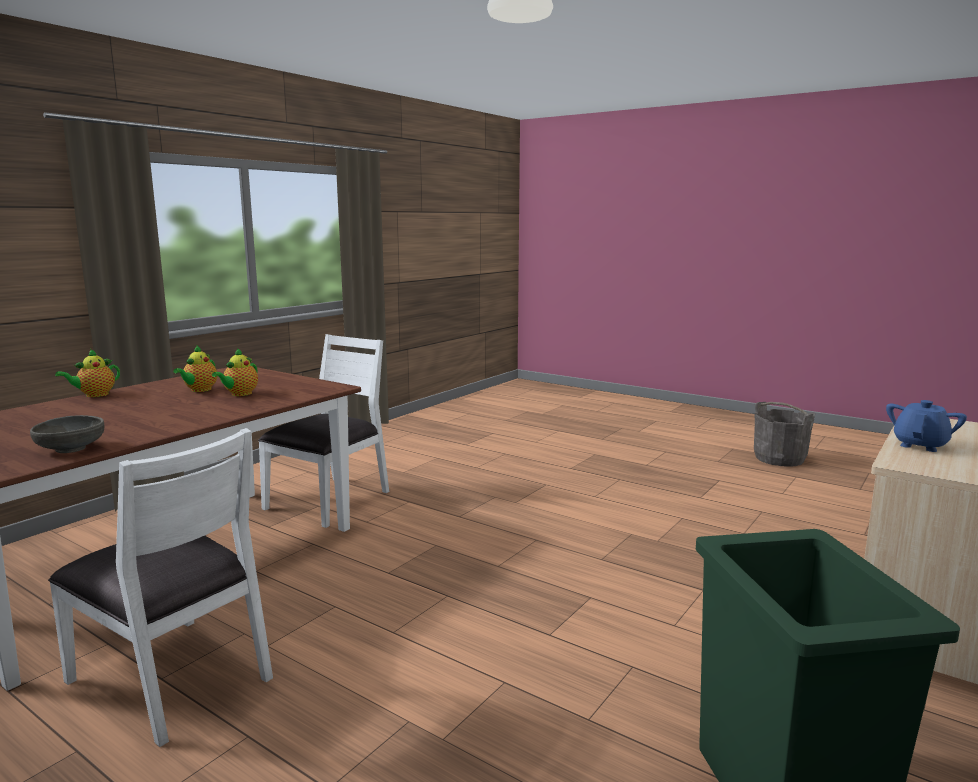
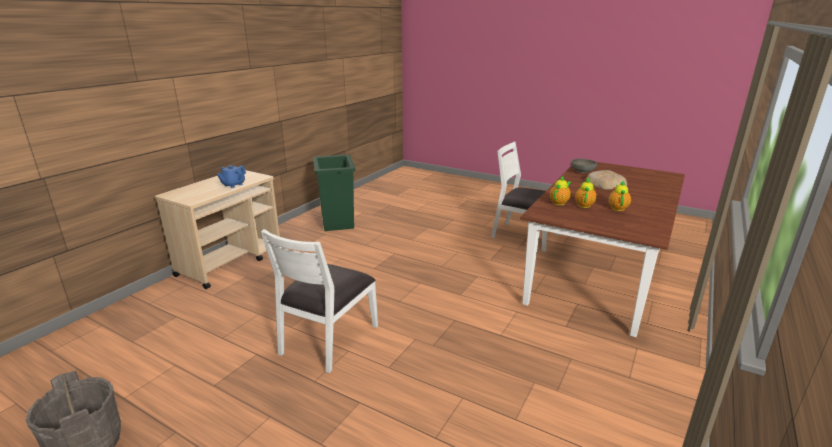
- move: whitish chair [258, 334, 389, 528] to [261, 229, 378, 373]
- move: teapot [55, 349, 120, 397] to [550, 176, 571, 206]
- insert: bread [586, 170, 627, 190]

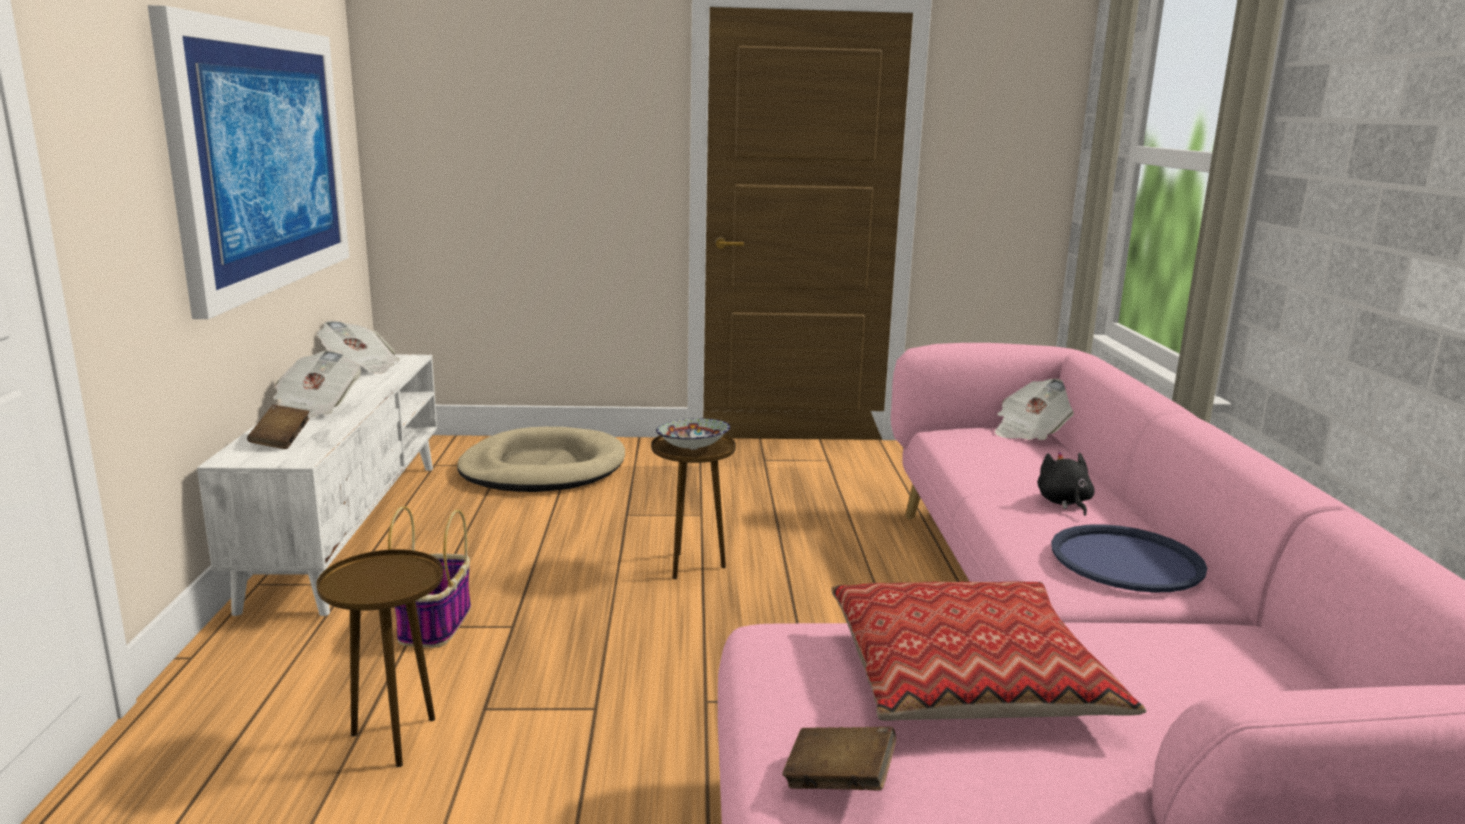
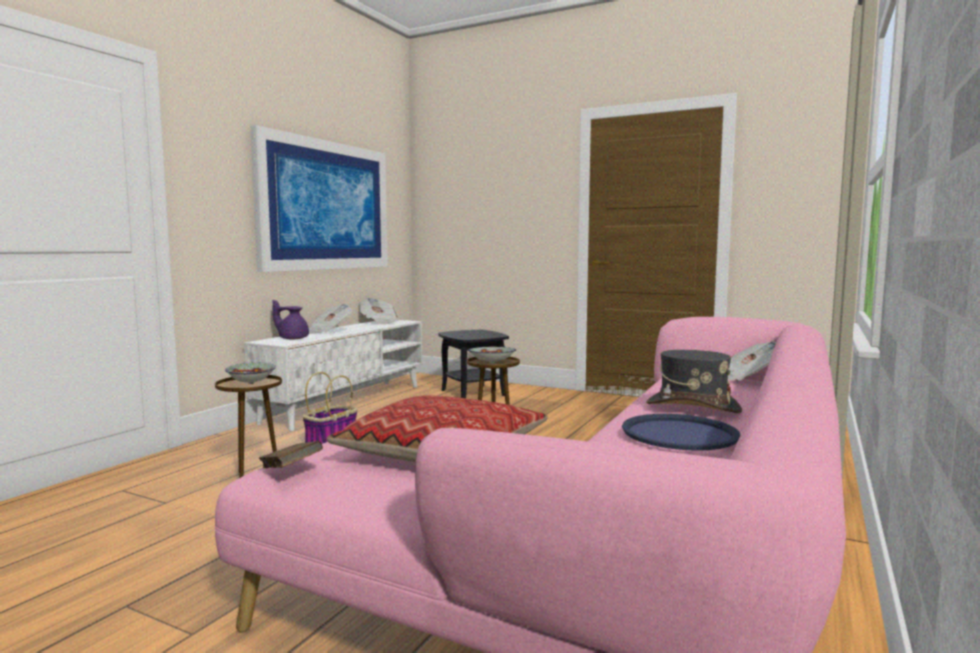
- replace: brown-coloured bound book [247, 405, 310, 449] to purple teapot [272, 300, 309, 339]
- replace: sand-coloured dog bed [457, 427, 625, 492] to black-coloured accent table [438, 330, 509, 398]
- replace: black-coloured soft toy [1038, 451, 1095, 516] to grey wearable hat [646, 350, 742, 413]
- insert: bowl [225, 363, 276, 384]

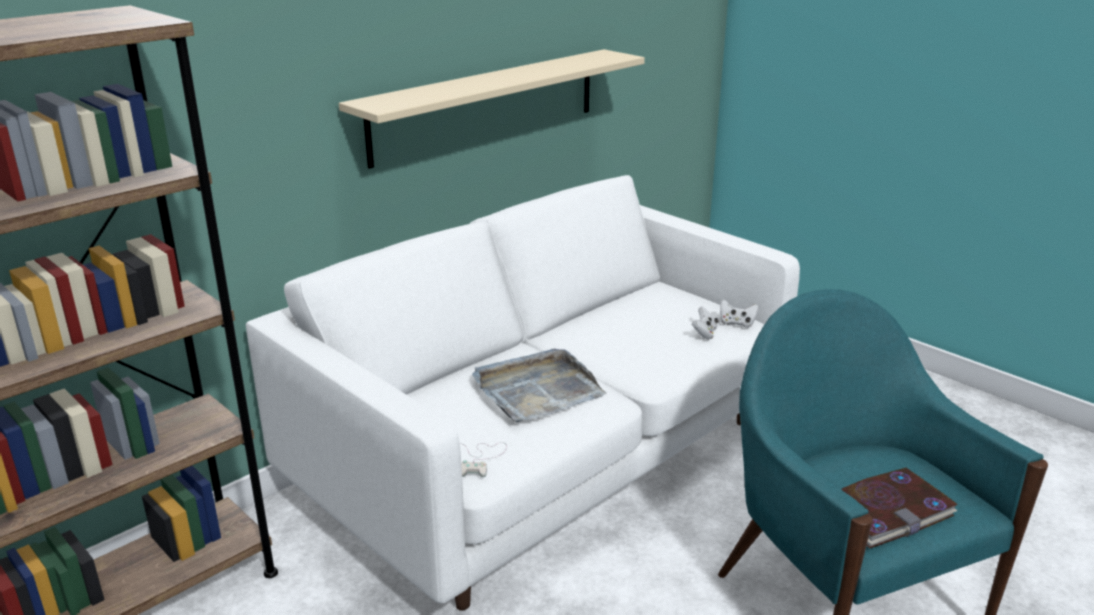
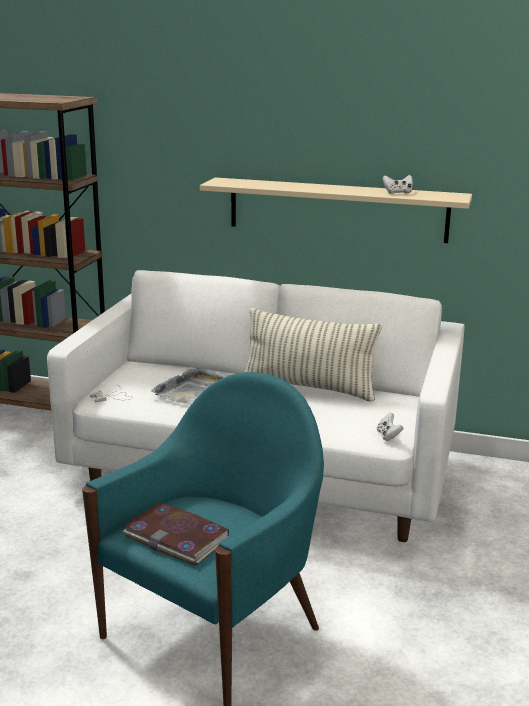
- move: whitish gamepad [692, 307, 718, 340] to [383, 175, 413, 194]
- insert: cushion [245, 308, 383, 402]

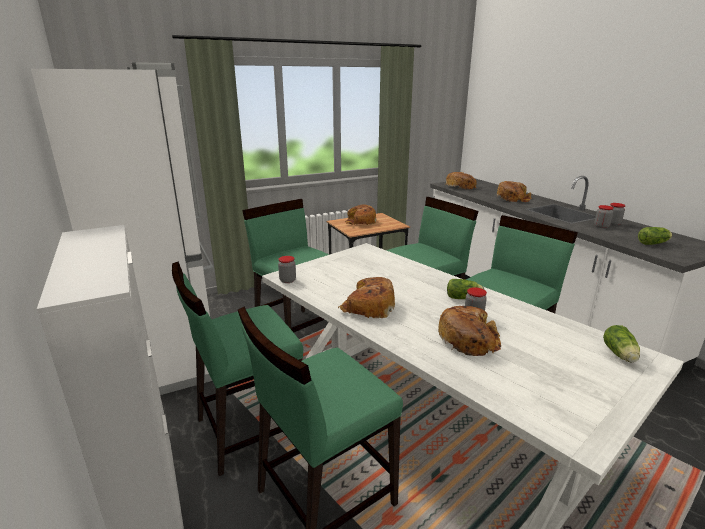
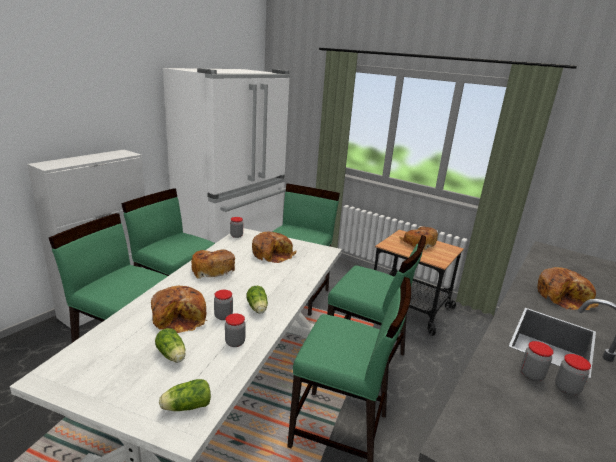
- move: bread [446, 172, 477, 190] to [252, 231, 297, 263]
- move: lettuce head [638, 227, 672, 245] to [155, 328, 186, 363]
- insert: jar [225, 313, 246, 347]

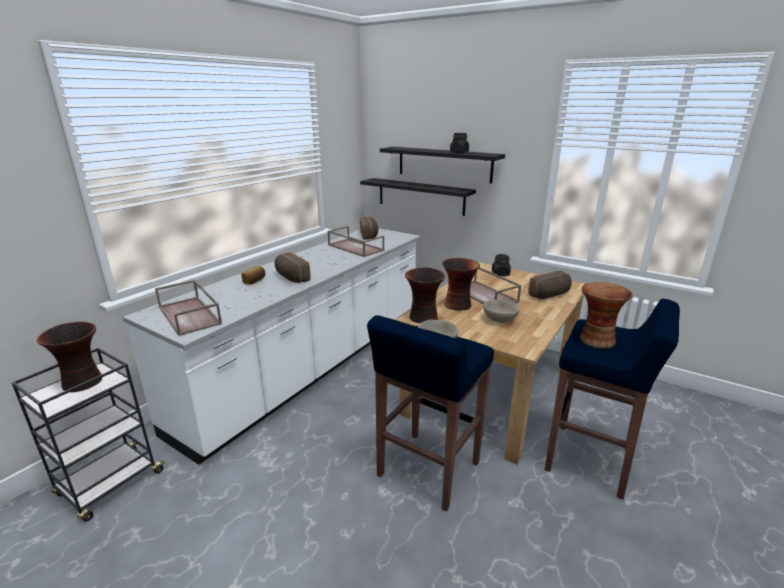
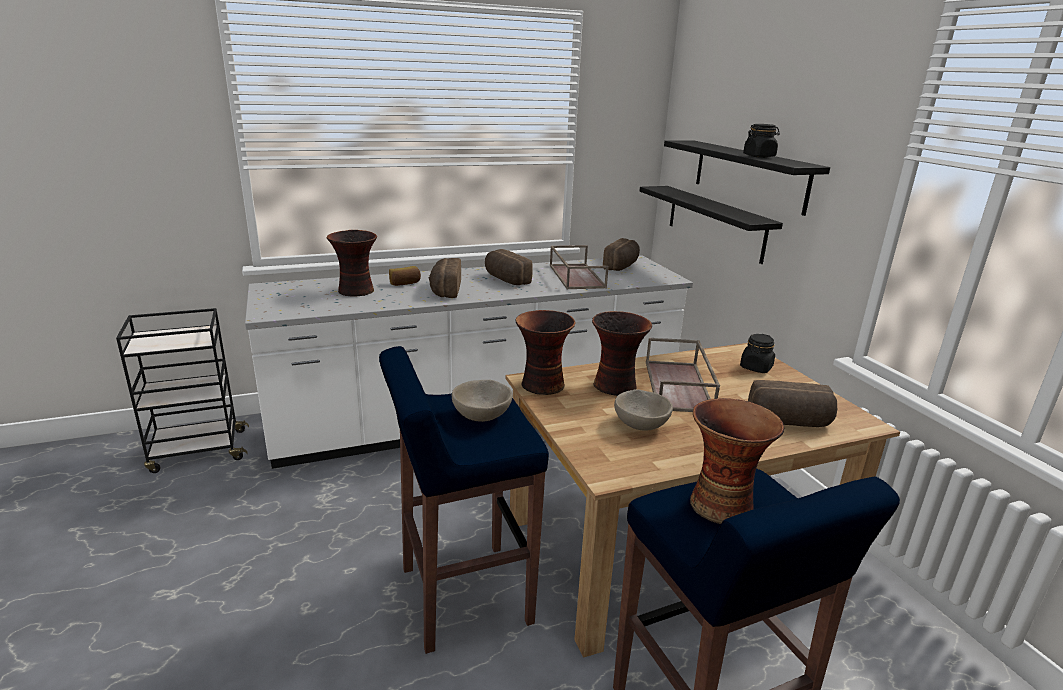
- delete: brown-coloured carrying tray [155, 280, 222, 336]
- move: vase [37, 322, 102, 392] to [327, 230, 377, 297]
- insert: bread [485, 249, 533, 285]

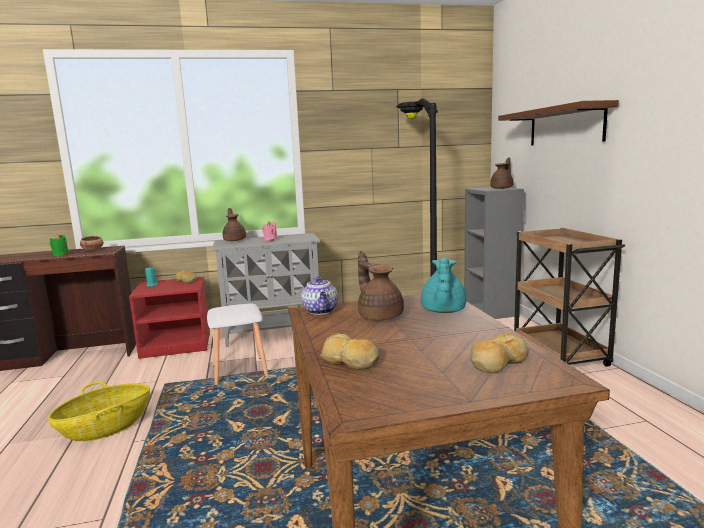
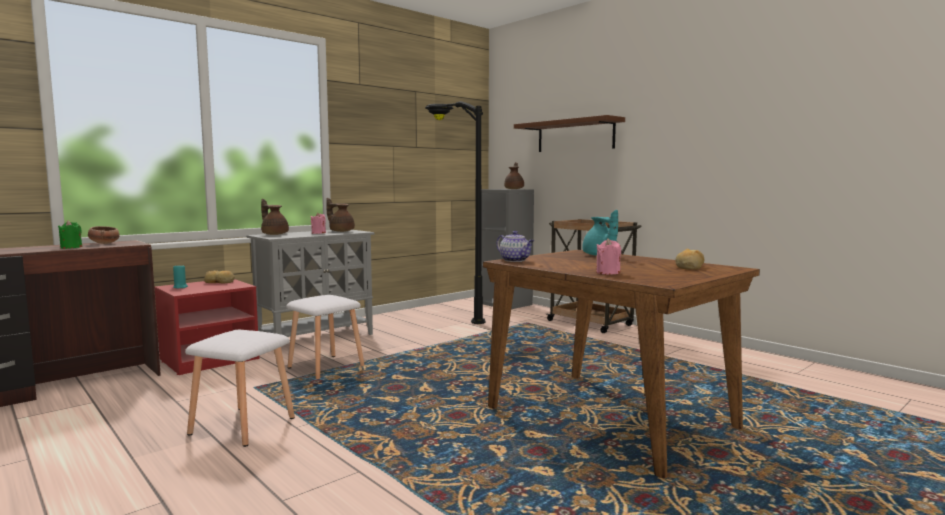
- move: brown-coloured teapot [358, 251, 404, 320] to [327, 198, 355, 232]
- replace: bread [320, 333, 379, 370] to pink-coloured candle [596, 238, 621, 274]
- replace: basket [48, 382, 150, 441] to whitish stool seat [185, 330, 295, 447]

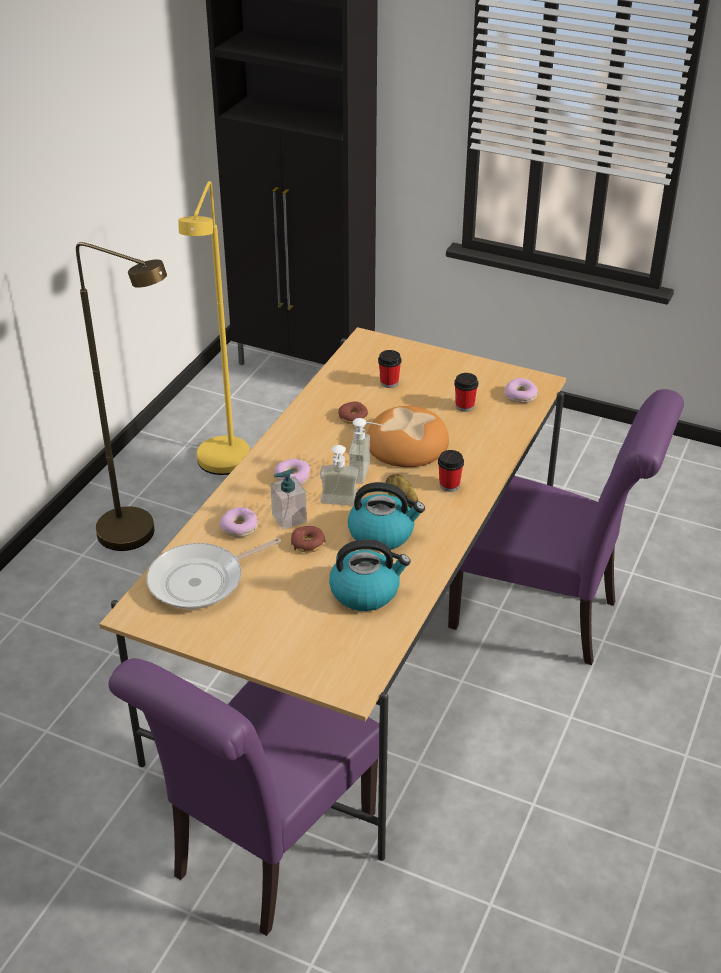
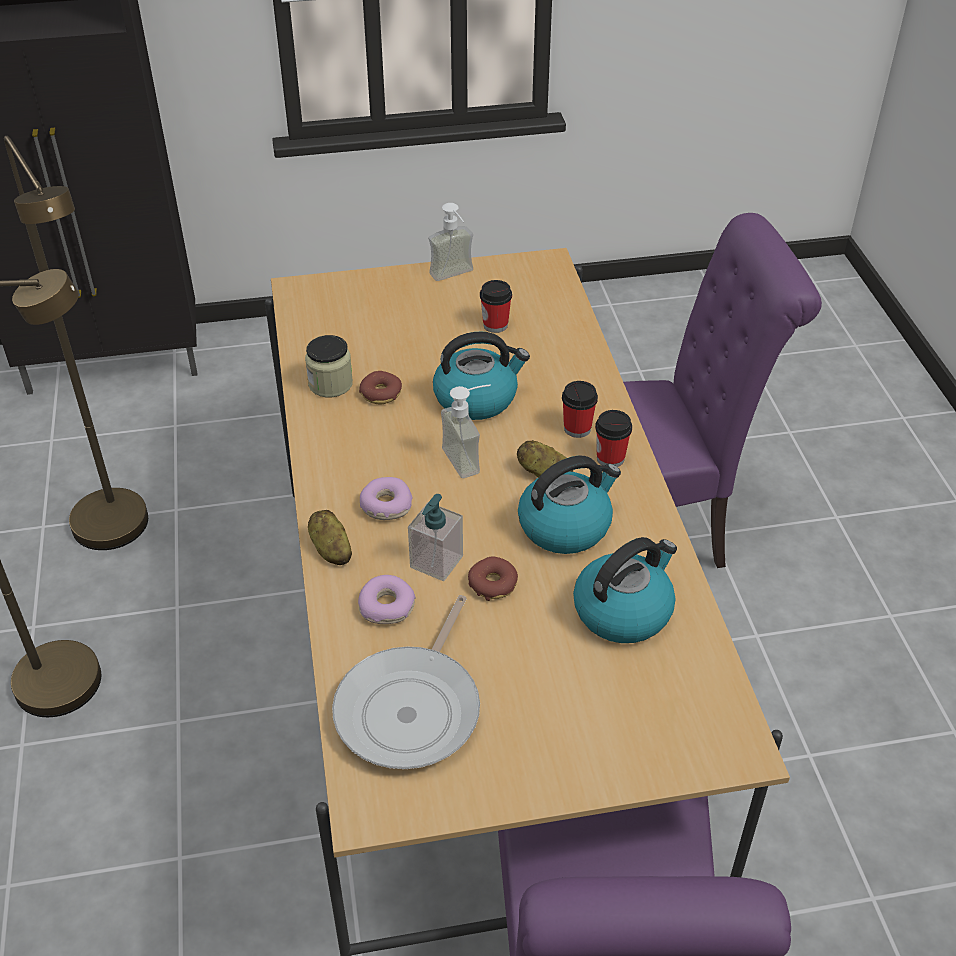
- recolor: yellowish standard lamp [178, 181, 250, 475] to brown-coloured standard lamp [4, 136, 148, 550]
- move: cup [378, 350, 402, 388] to [595, 410, 632, 467]
- delete: donut [505, 378, 538, 403]
- replace: bread [367, 406, 449, 467] to water kettle [433, 331, 530, 420]
- move: liquid soap bottle [320, 445, 358, 506] to [428, 203, 473, 281]
- insert: jar [305, 335, 353, 397]
- insert: potato [308, 510, 352, 565]

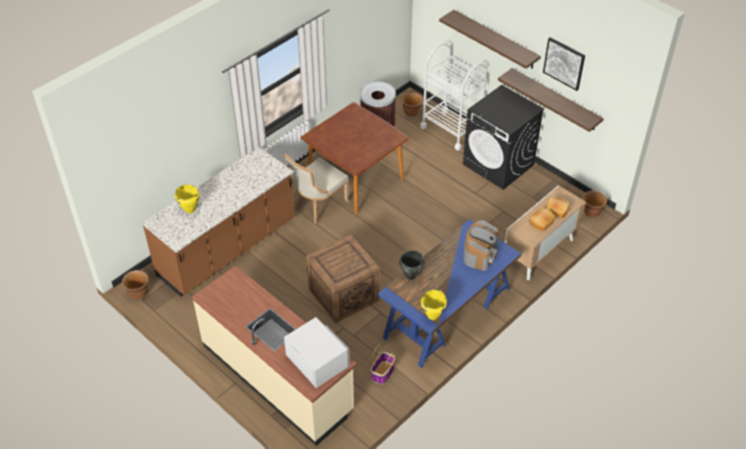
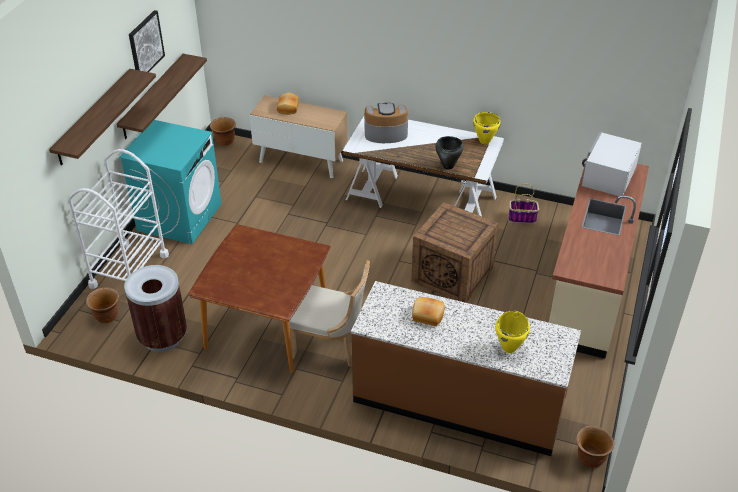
- recolor: black-coloured laundry machine [463, 85, 544, 190] to turquoise laundry machine [119, 120, 222, 244]
- move: bread [529, 209, 555, 231] to [412, 297, 444, 326]
- recolor: bluish desk unit [378, 219, 522, 368] to whitish desk unit [342, 117, 504, 216]

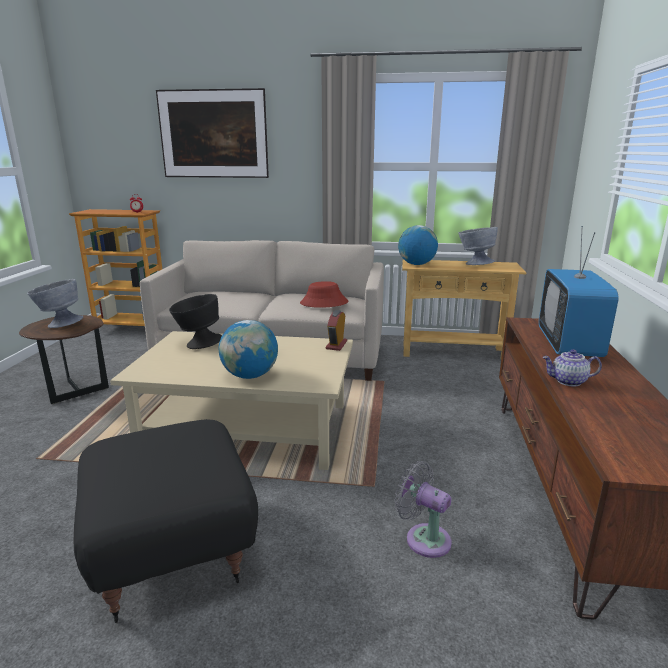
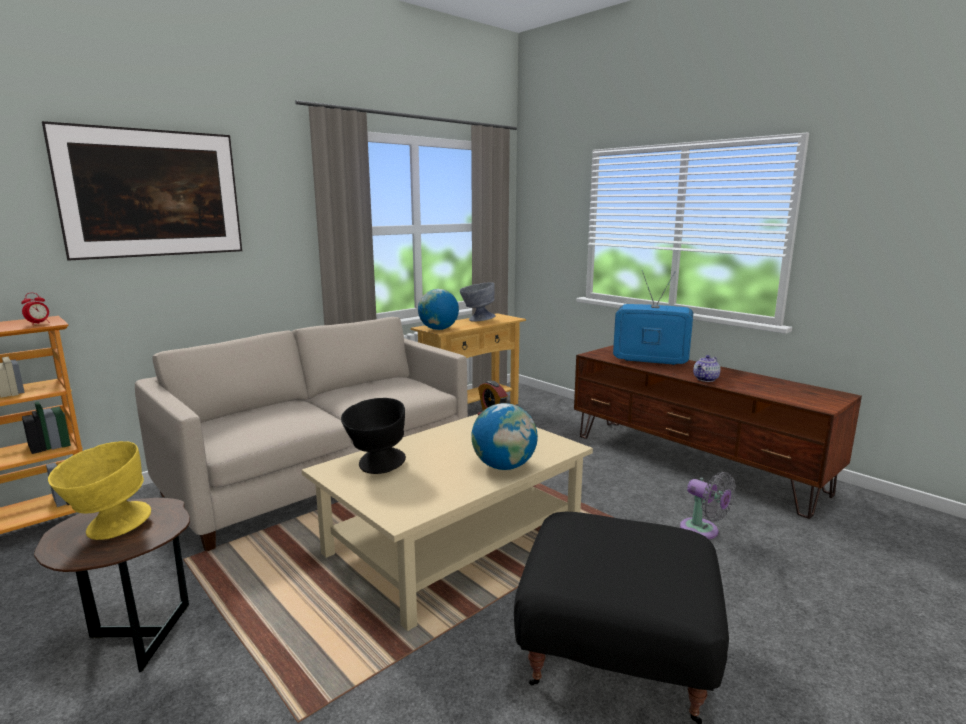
- rotate: TV set [539, 226, 619, 357] = [613, 270, 693, 365] 150 degrees clockwise
- recolor: grey bowl [27, 279, 83, 328] to yellowish bowl [48, 441, 151, 540]
- delete: red-coloured wearable hat [300, 281, 348, 308]
- rotate: grey cooling fan [394, 461, 452, 558] = [680, 472, 736, 539] 120 degrees counterclockwise

